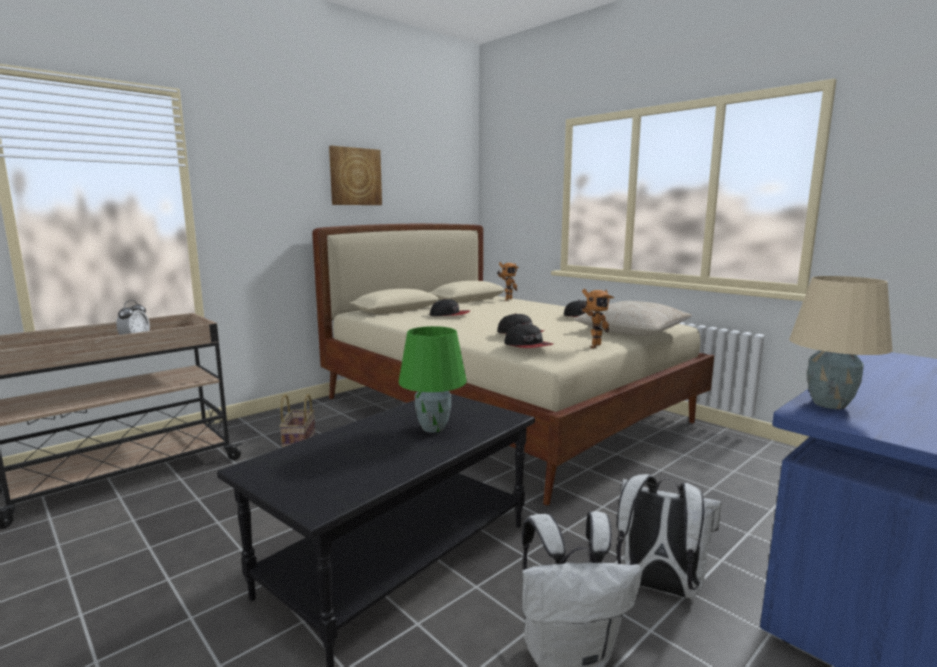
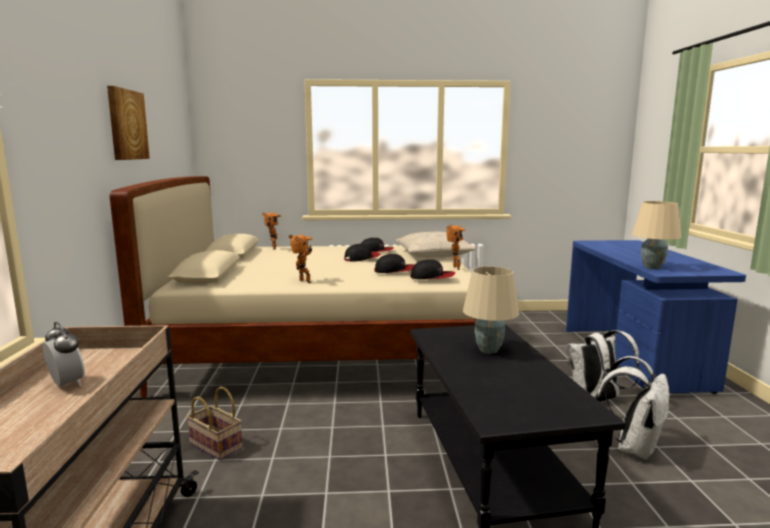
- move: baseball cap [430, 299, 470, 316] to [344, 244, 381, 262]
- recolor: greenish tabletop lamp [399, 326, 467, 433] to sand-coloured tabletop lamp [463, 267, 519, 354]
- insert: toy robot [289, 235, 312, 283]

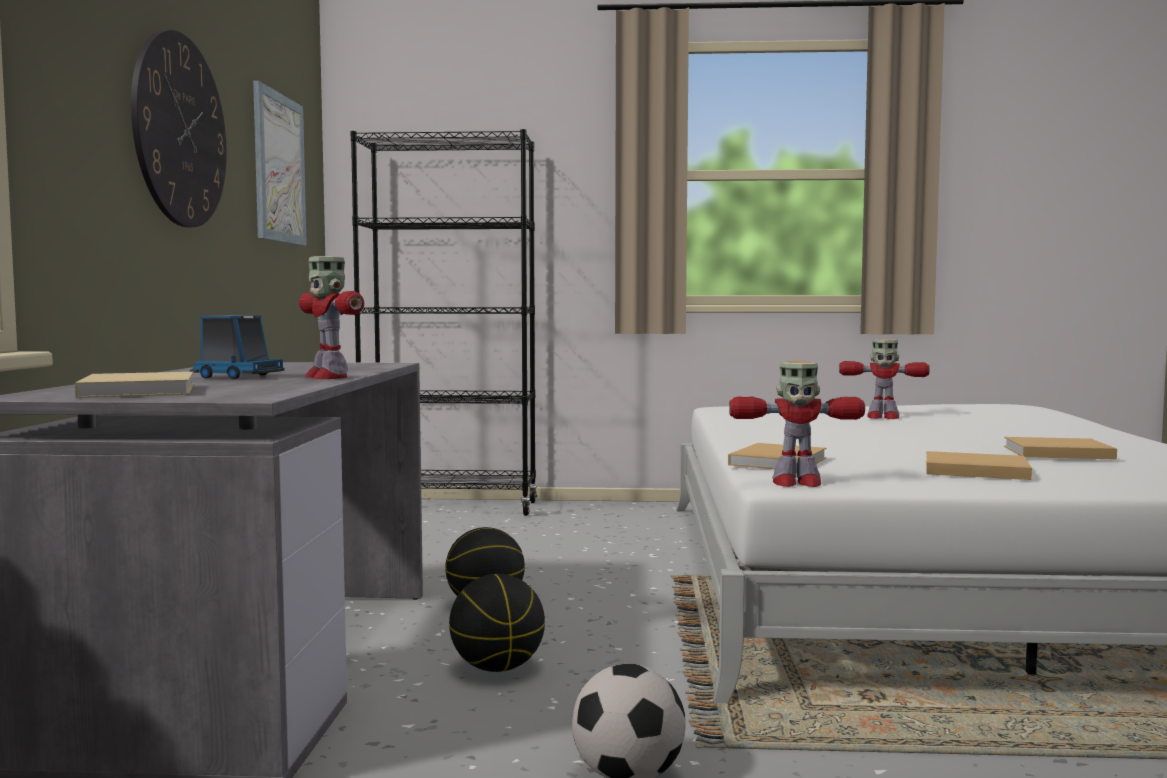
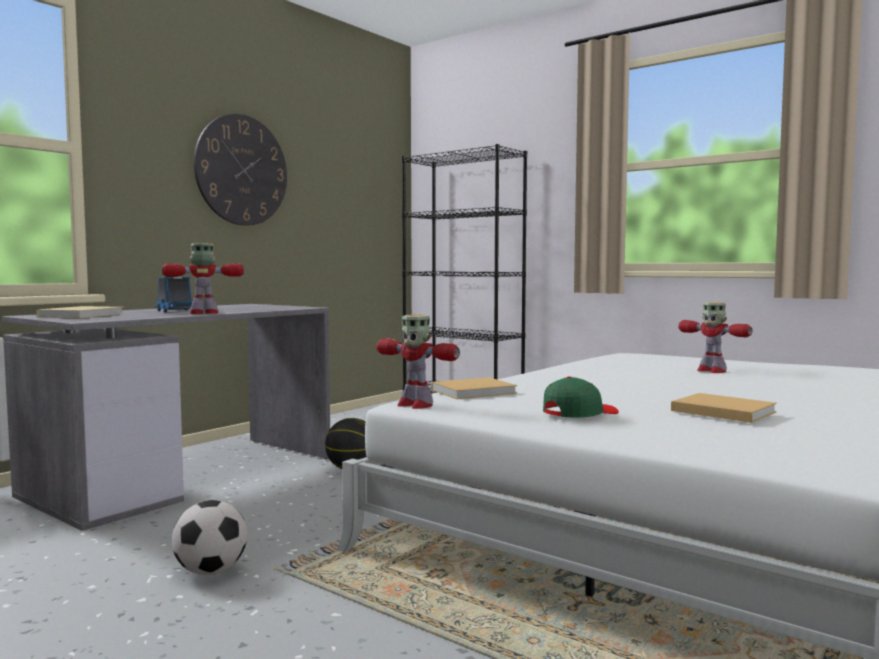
- delete: wall art [253, 81, 307, 246]
- rotate: toy robot [299, 256, 364, 379] = [162, 243, 244, 314] 75 degrees clockwise
- replace: sand-coloured bound book [926, 451, 1032, 480] to greenish baseball cap [543, 376, 619, 418]
- delete: ball for basketball [449, 574, 545, 672]

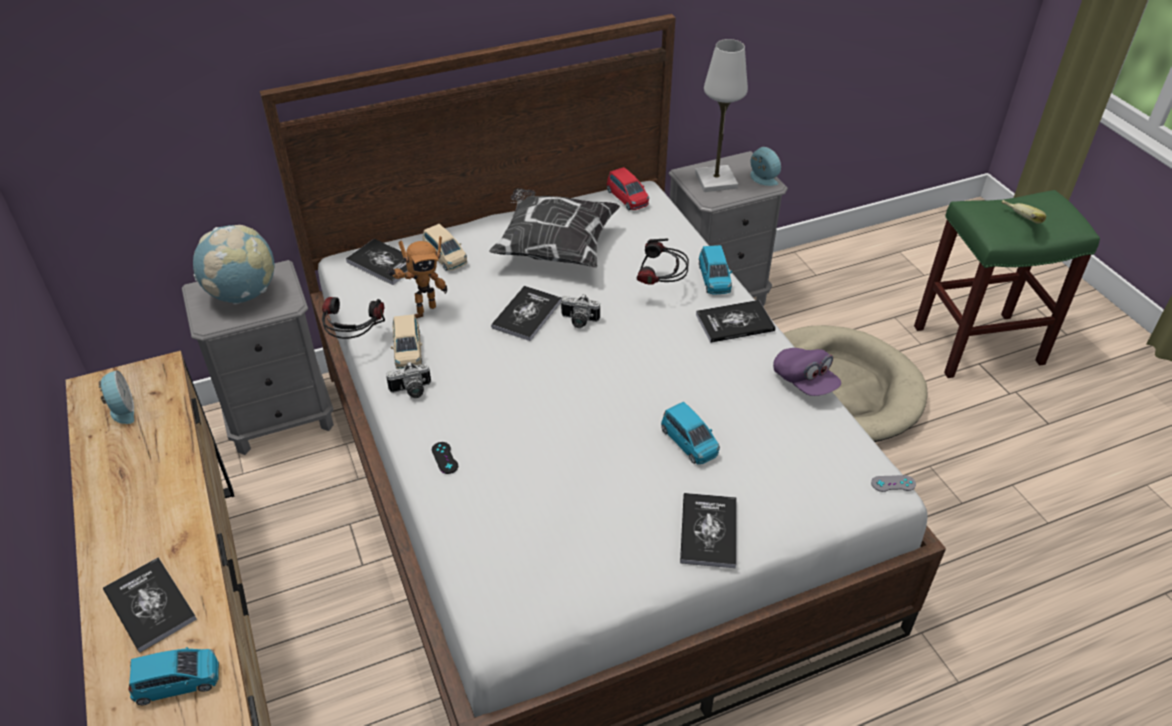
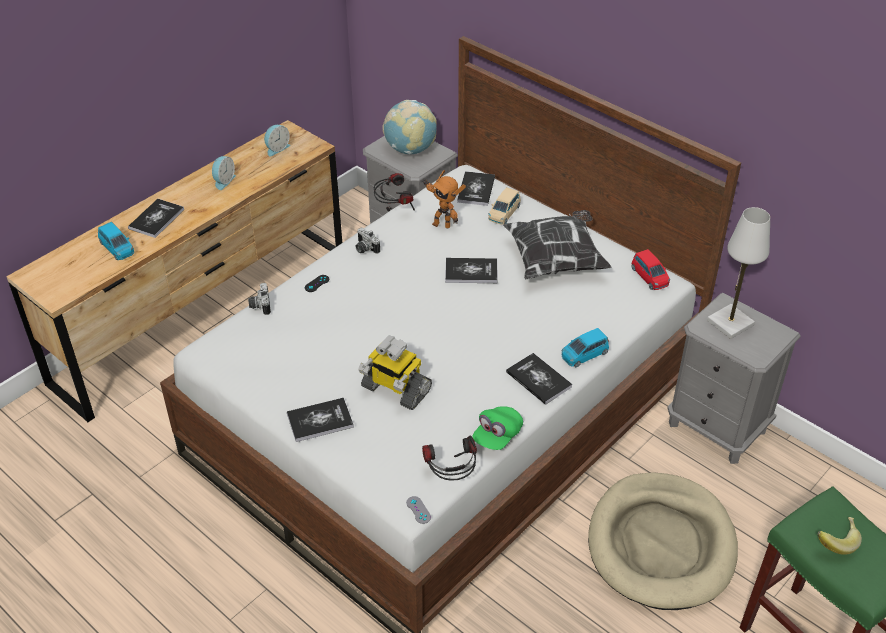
- move: table clock [750, 147, 781, 186] to [212, 156, 236, 190]
- rotate: red-coloured model car [607, 167, 649, 210] = [631, 249, 670, 290] 60 degrees counterclockwise
- move: headset [637, 239, 689, 285] to [422, 436, 477, 481]
- move: photo camera [561, 294, 600, 328] to [248, 283, 271, 315]
- delete: sand-coloured model car [391, 314, 422, 369]
- recolor: purple baseball cap [773, 348, 841, 396] to greenish baseball cap [472, 406, 523, 450]
- replace: bluish model car [661, 401, 720, 464] to toy robot [358, 335, 432, 410]

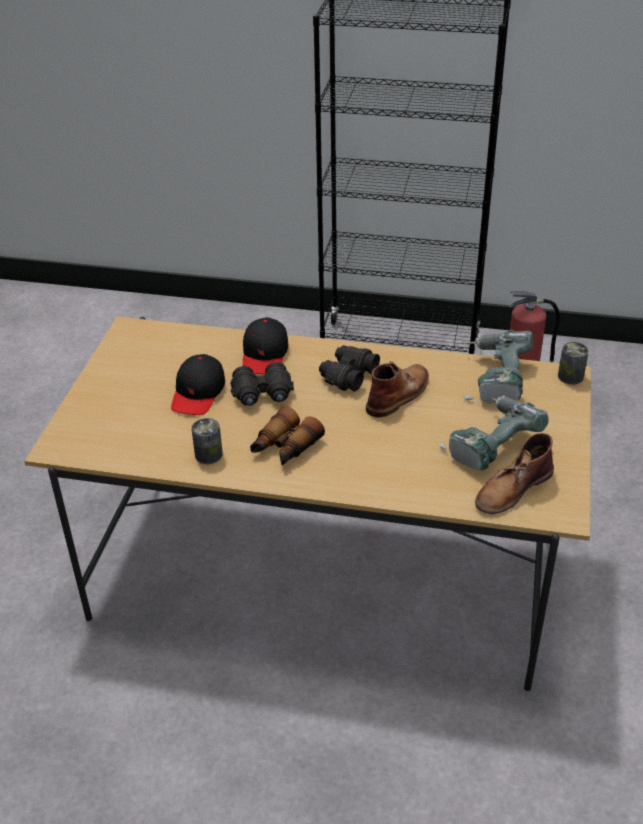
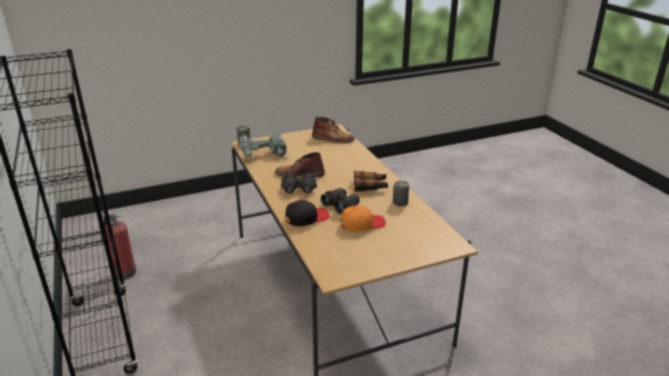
- recolor: black-coloured baseball cap [171, 354, 225, 415] to orangey baseball cap [341, 205, 386, 232]
- delete: electric drill [439, 395, 549, 470]

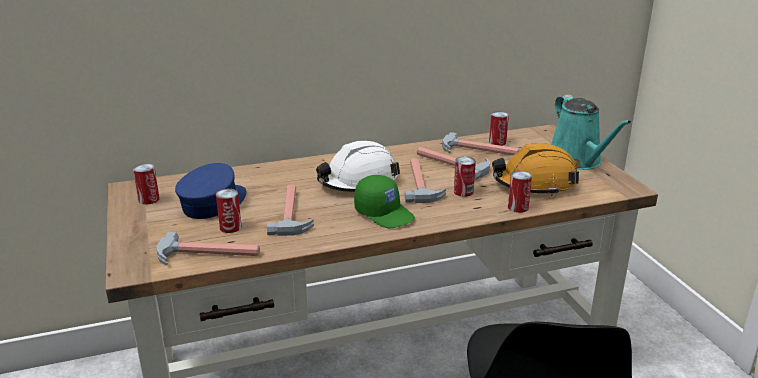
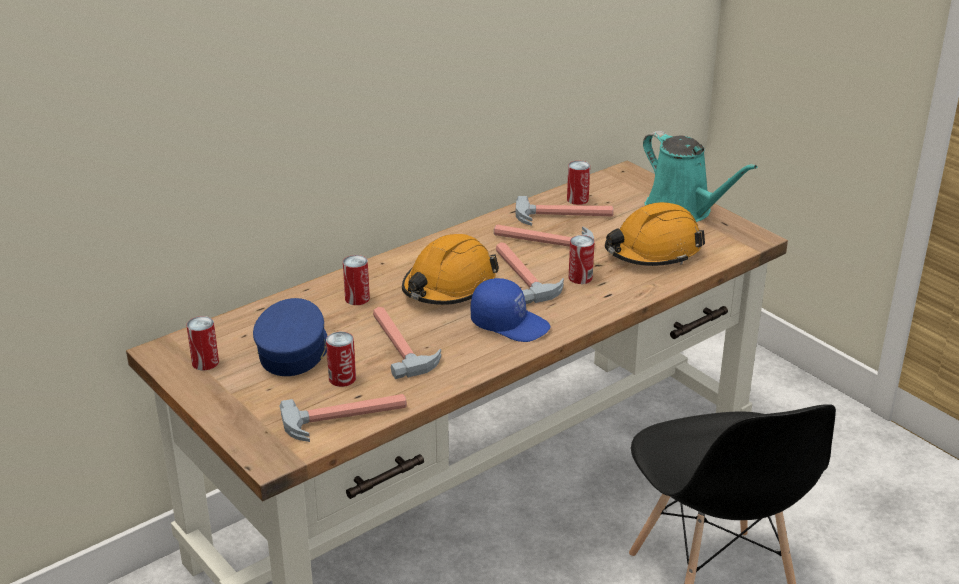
- recolor: whitish hard hat [316, 141, 400, 192] to orangey hard hat [402, 234, 499, 305]
- move: sealed can [508, 171, 532, 213] to [343, 255, 370, 305]
- recolor: greenish baseball cap [354, 175, 415, 228] to bluish baseball cap [471, 278, 551, 342]

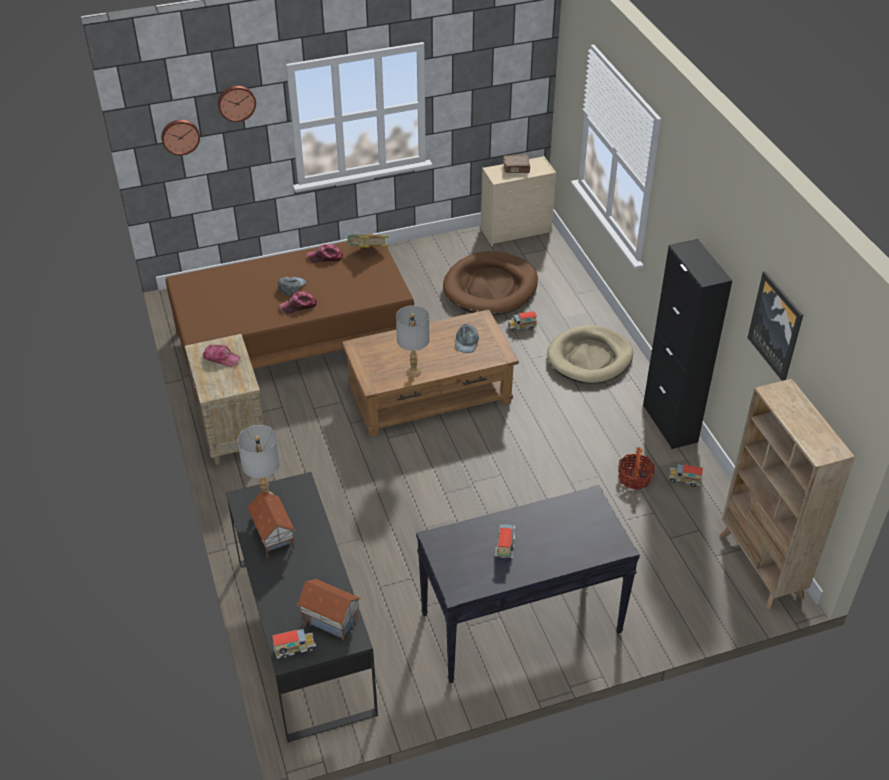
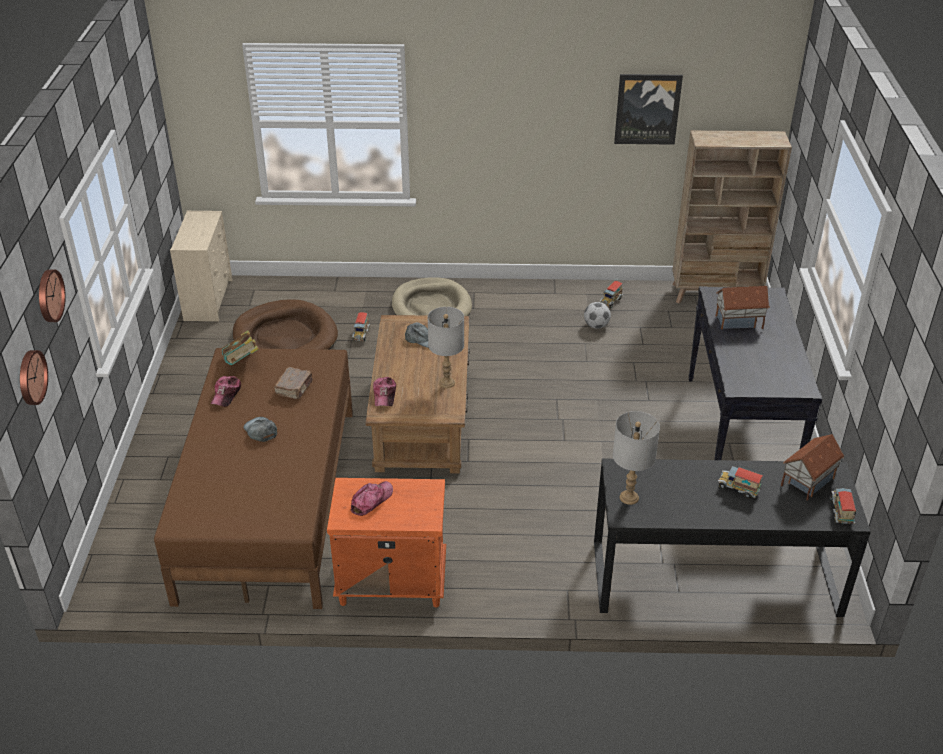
- move: brown-coloured bound book [503, 154, 531, 173] to [274, 367, 313, 399]
- delete: black-coloured cabinet [643, 239, 732, 449]
- move: baseball cap [279, 291, 317, 314] to [373, 377, 396, 406]
- recolor: sand-coloured bedside table [185, 334, 264, 465] to orangey bedside table [327, 478, 446, 608]
- replace: basket [618, 447, 655, 490] to ball for football [584, 302, 611, 329]
- move: miniature house [247, 491, 295, 559] to [716, 286, 770, 329]
- move: toy truck [495, 524, 515, 558] to [718, 466, 763, 499]

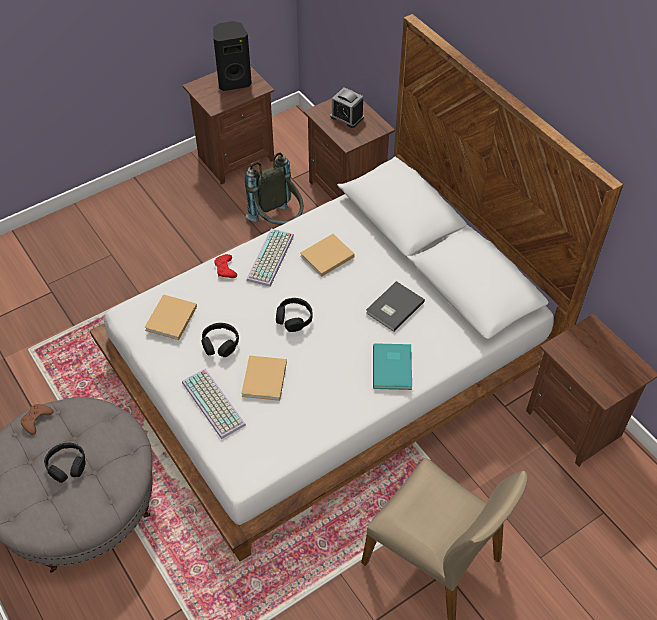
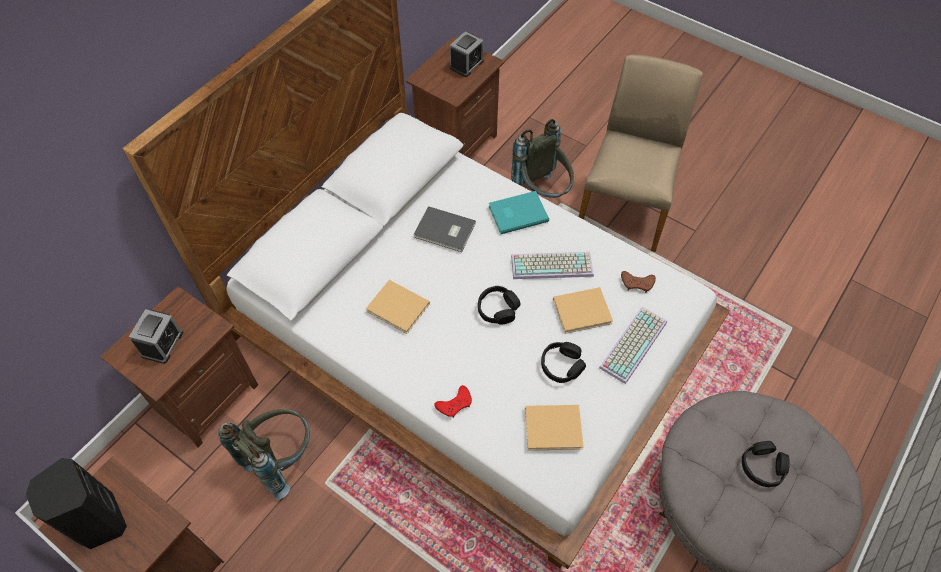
- move: PC keyboard [246, 229, 294, 287] to [511, 252, 594, 279]
- move: brown-coloured gamepad [21, 404, 54, 435] to [621, 271, 656, 293]
- insert: table clock [450, 31, 484, 77]
- insert: grey backpack [511, 119, 574, 198]

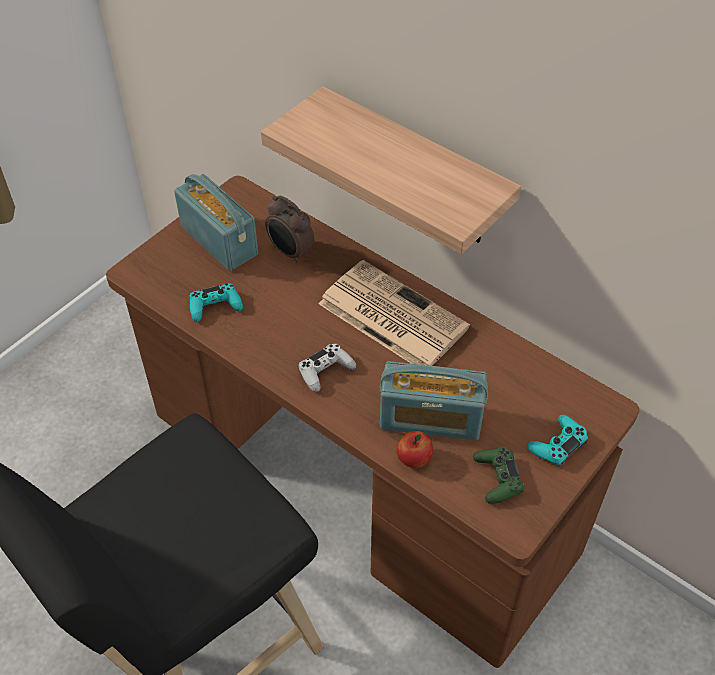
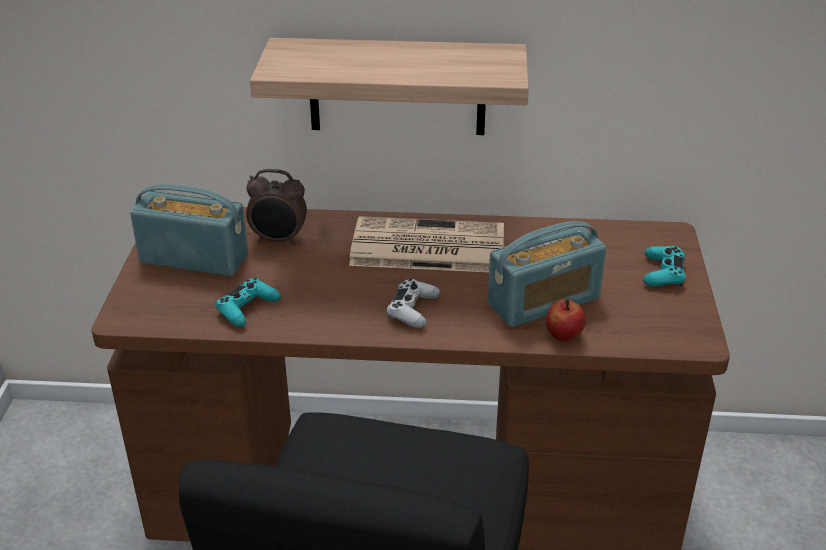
- delete: greenish gamepad [473, 447, 524, 504]

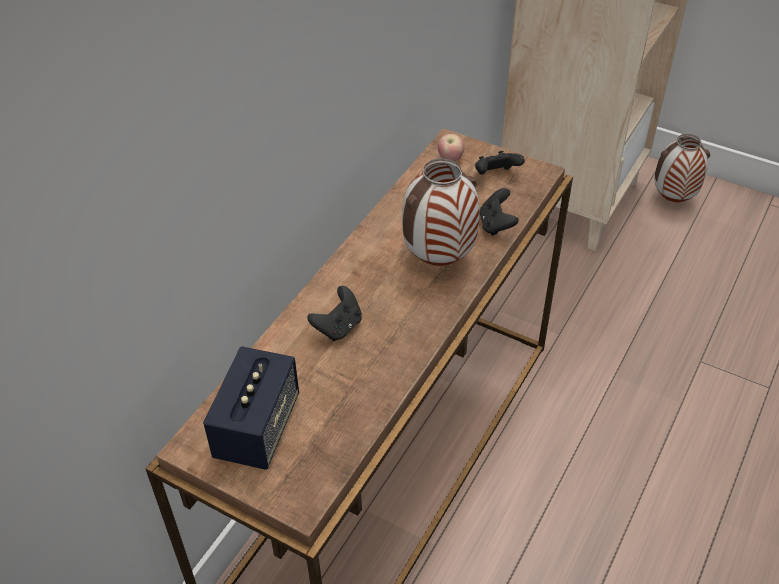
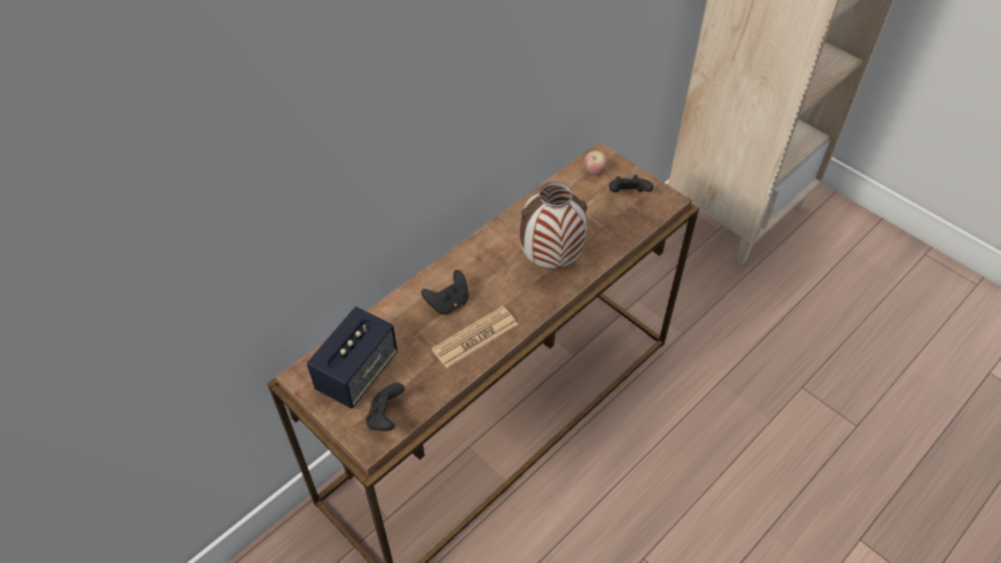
- delete: vase [654, 134, 710, 202]
- move: black-coloured gamepad [479, 188, 519, 236] to [366, 383, 405, 431]
- insert: newspaper [431, 306, 518, 368]

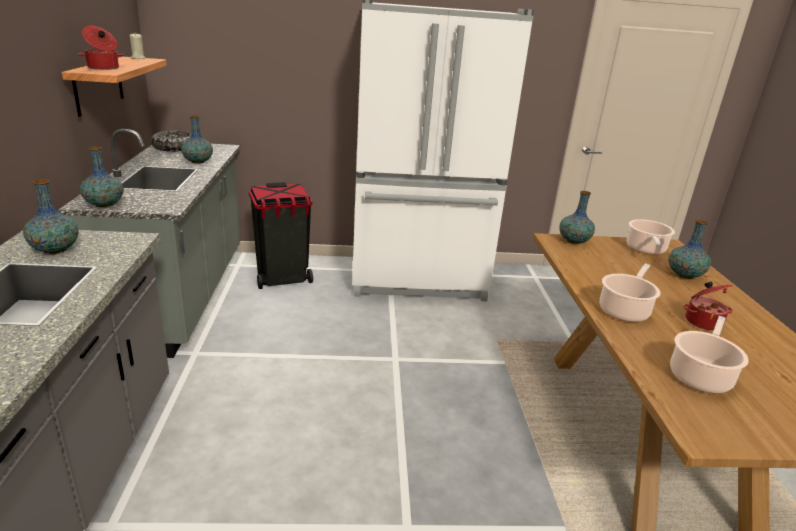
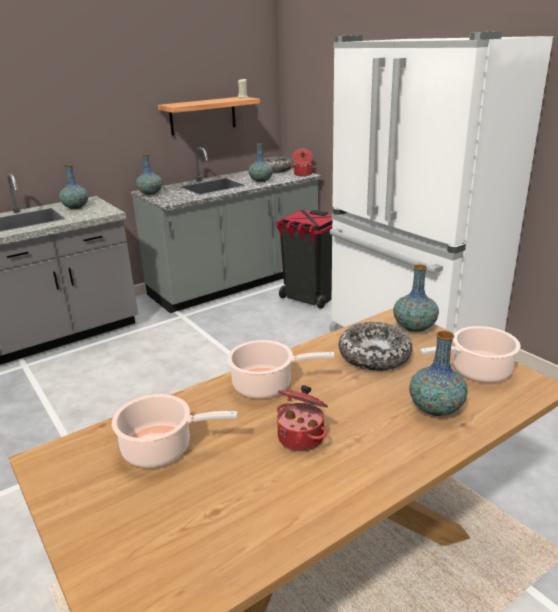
- move: saucepot [78, 26, 124, 70] to [291, 148, 316, 176]
- insert: bowl [339, 322, 412, 371]

